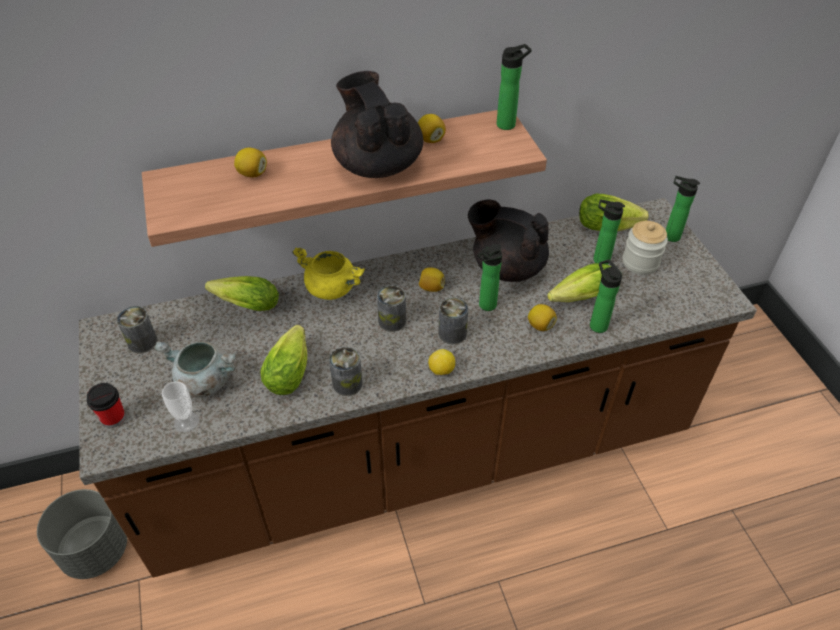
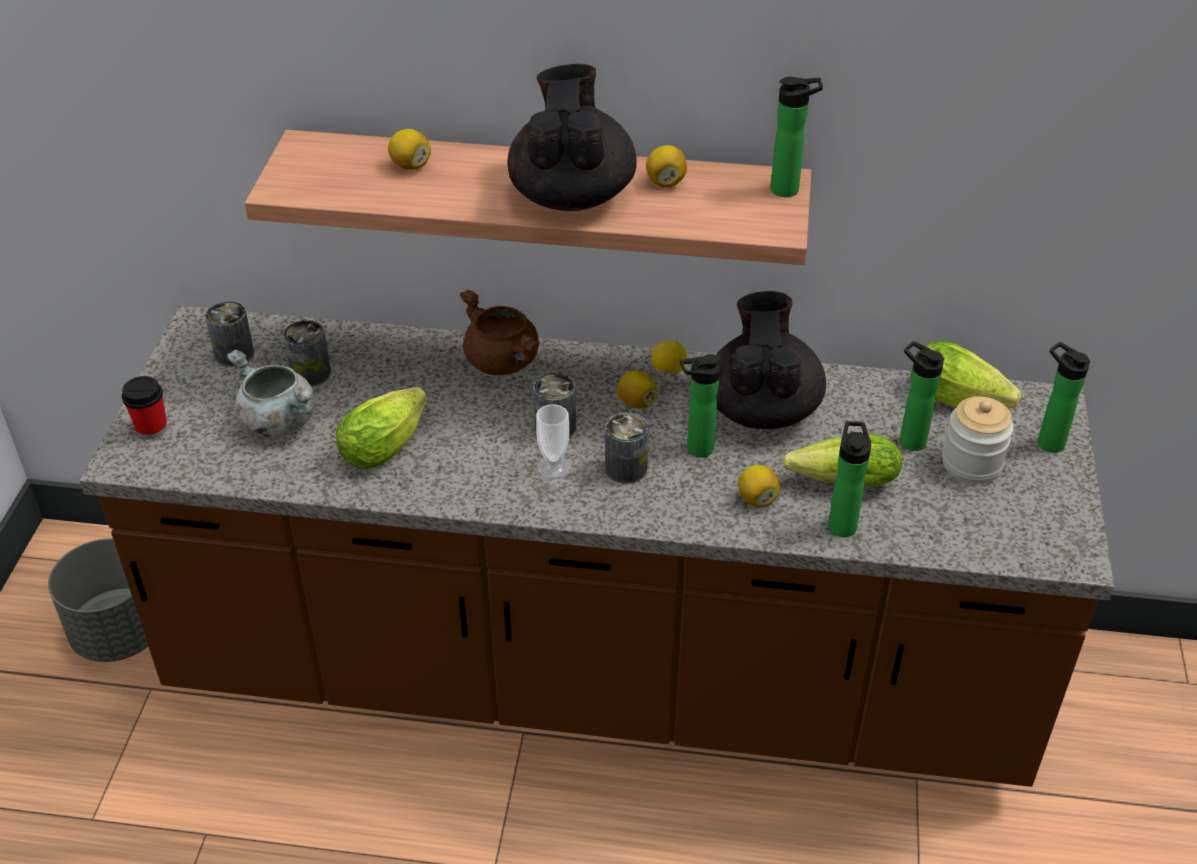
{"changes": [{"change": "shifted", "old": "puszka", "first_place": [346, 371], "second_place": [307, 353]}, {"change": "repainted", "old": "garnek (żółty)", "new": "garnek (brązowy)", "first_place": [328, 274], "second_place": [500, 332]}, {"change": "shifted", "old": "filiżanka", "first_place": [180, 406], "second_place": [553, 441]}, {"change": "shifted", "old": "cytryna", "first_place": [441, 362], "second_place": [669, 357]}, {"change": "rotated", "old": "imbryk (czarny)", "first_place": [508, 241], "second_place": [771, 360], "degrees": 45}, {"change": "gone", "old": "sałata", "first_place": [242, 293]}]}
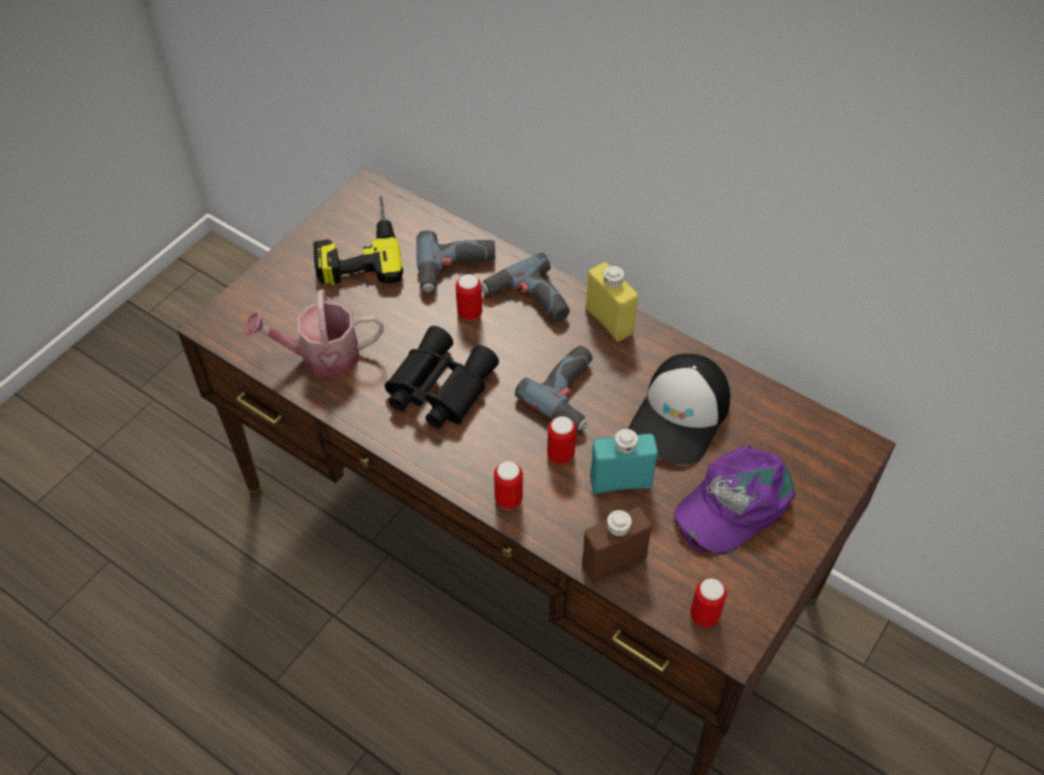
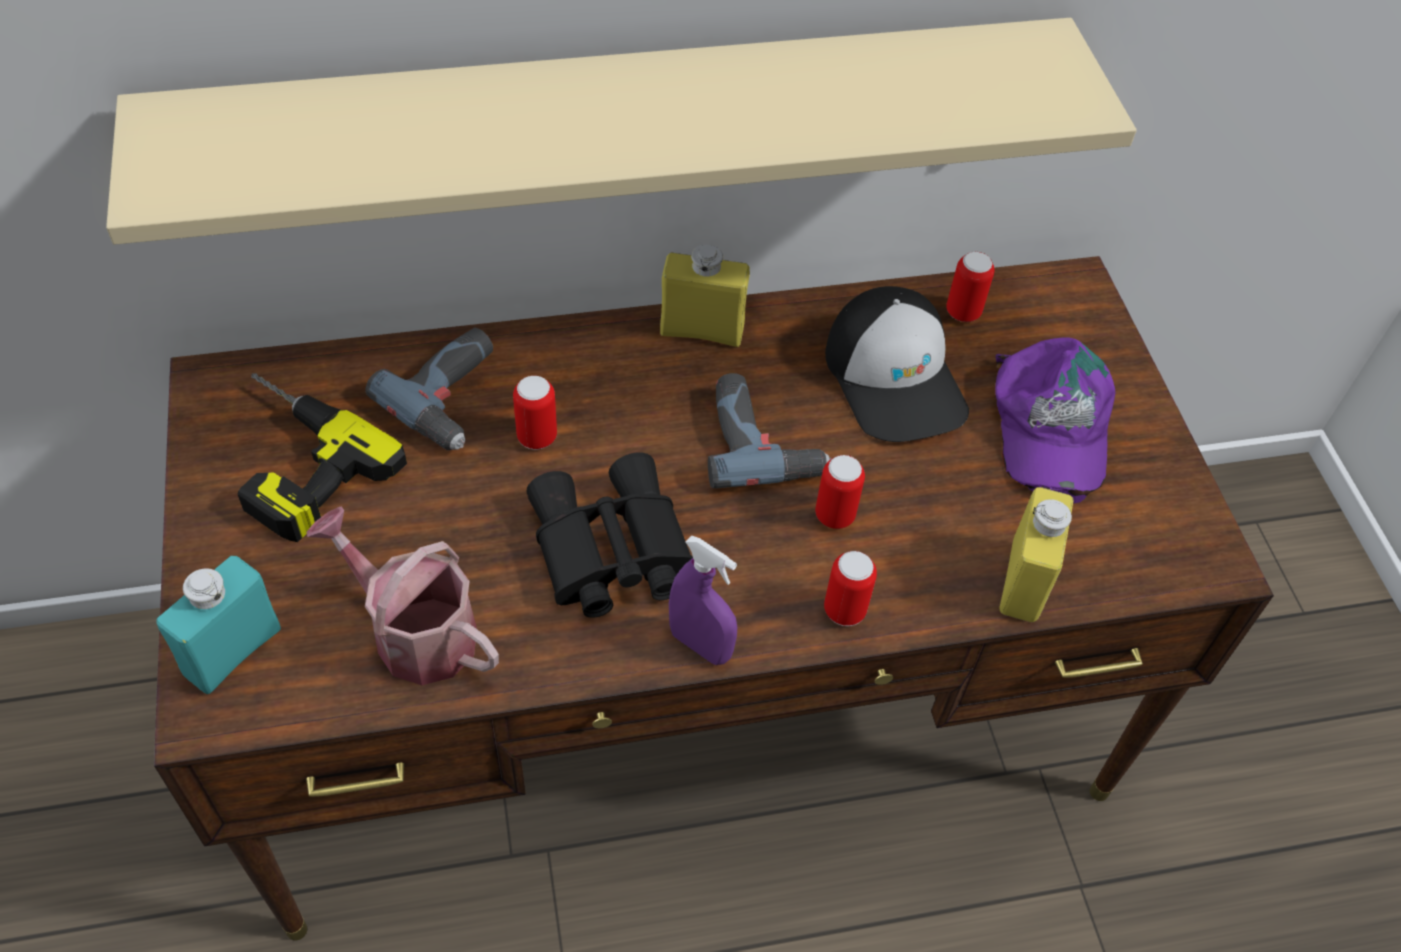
{"changes": [{"change": "new", "new": "półka (beżowy)", "second_place": [621, 131]}, {"change": "shifted", "old": "butelka (turkusowy)", "first_place": [624, 461], "second_place": [218, 625]}, {"change": "rotated", "old": "konewka", "first_place": [314, 333], "second_place": [403, 595], "degrees": 90}, {"change": "new", "new": "spryskiwacz (fioletowy)", "second_place": [703, 600]}, {"change": "shifted", "old": "puszka", "first_place": [708, 602], "second_place": [970, 287]}, {"change": "repainted", "old": "butelka (brązowy)", "new": "butelka (żółty)", "first_place": [617, 545], "second_place": [1036, 554]}, {"change": "gone", "old": "wiertarka", "first_place": [525, 287]}]}
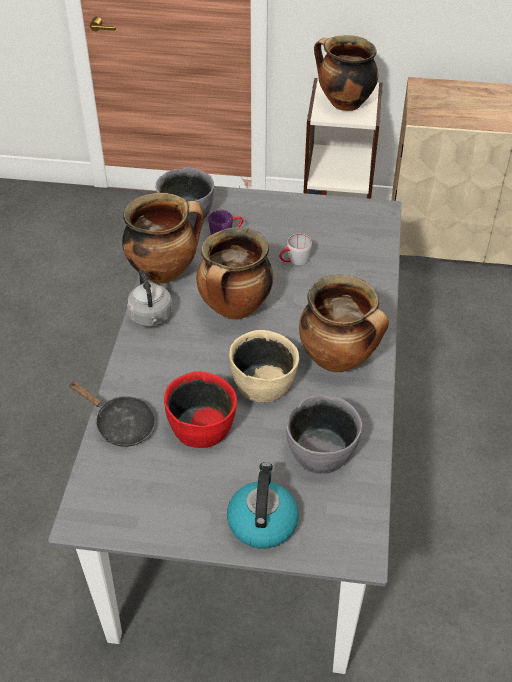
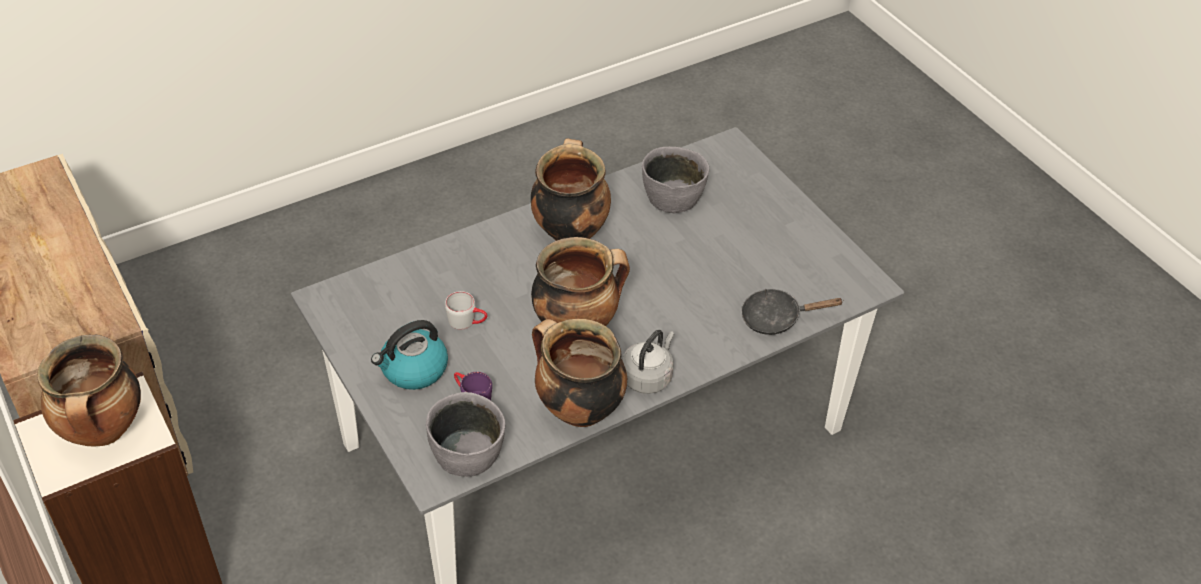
{"changes": [{"change": "shifted", "old": "czajnik", "first_place": [263, 505], "second_place": [409, 355]}, {"change": "rotated", "old": "patelnia (czarny)", "first_place": [112, 414], "second_place": [792, 312], "degrees": -90}, {"change": "gone", "old": "miska (czerwony)", "first_place": [200, 409]}, {"change": "gone", "old": "miska (beżowy)", "first_place": [264, 366]}]}
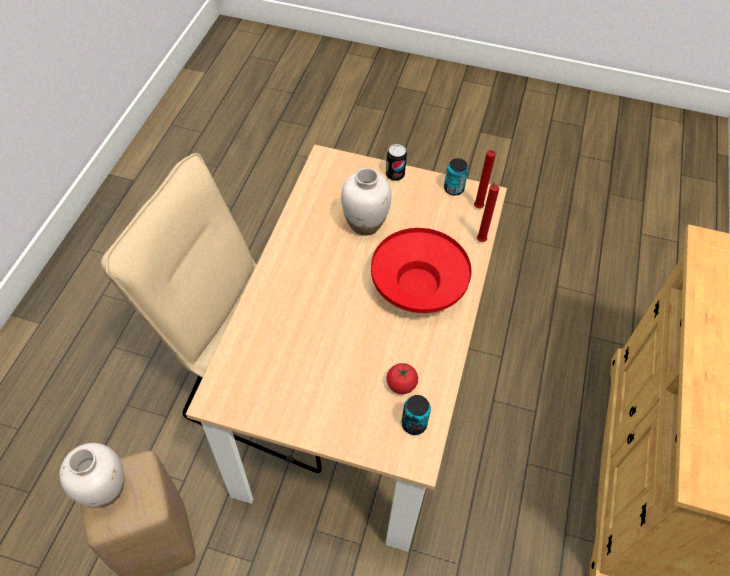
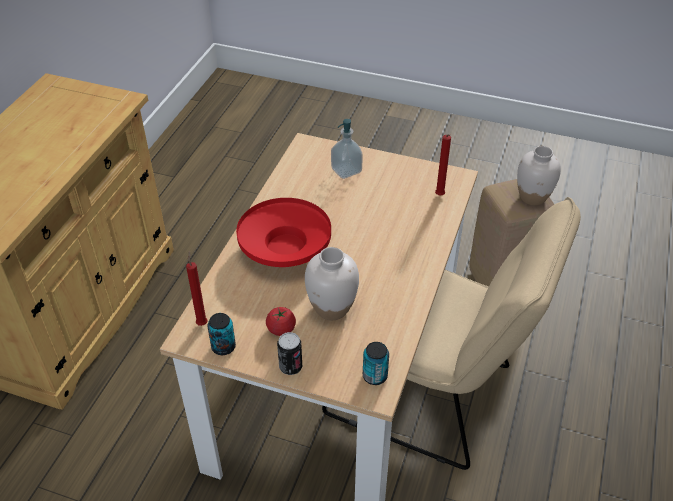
{"changes": [{"change": "shifted", "old": "pomidor", "first_place": [402, 378], "second_place": [281, 321]}, {"change": "new", "new": "dozownik mydła", "second_place": [347, 149]}, {"change": "shifted", "old": "puszka", "first_place": [416, 415], "second_place": [376, 363]}, {"change": "shifted", "old": "świeca (czerwony)", "first_place": [488, 208], "second_place": [443, 165]}]}
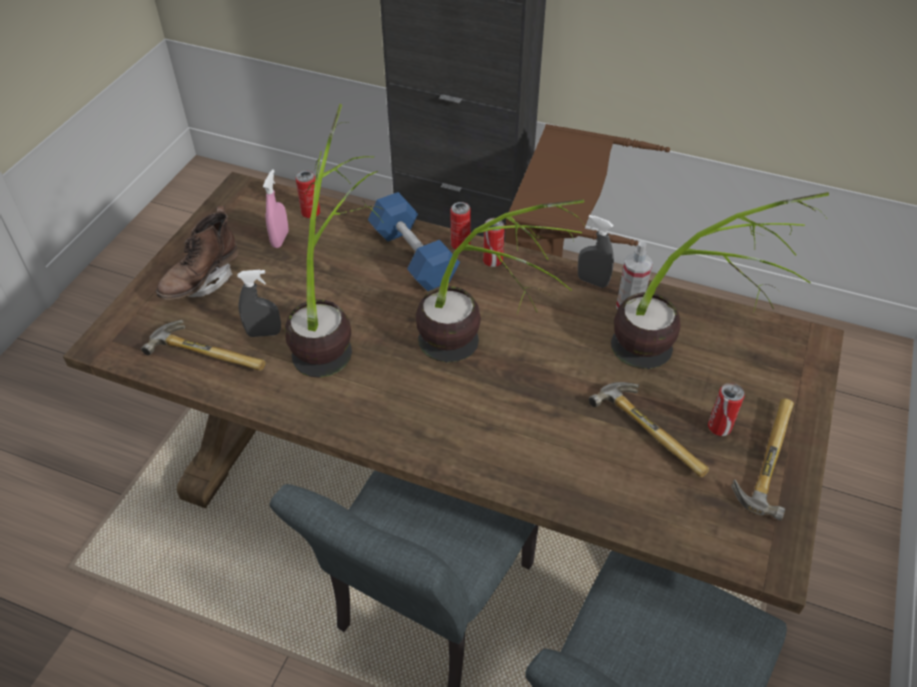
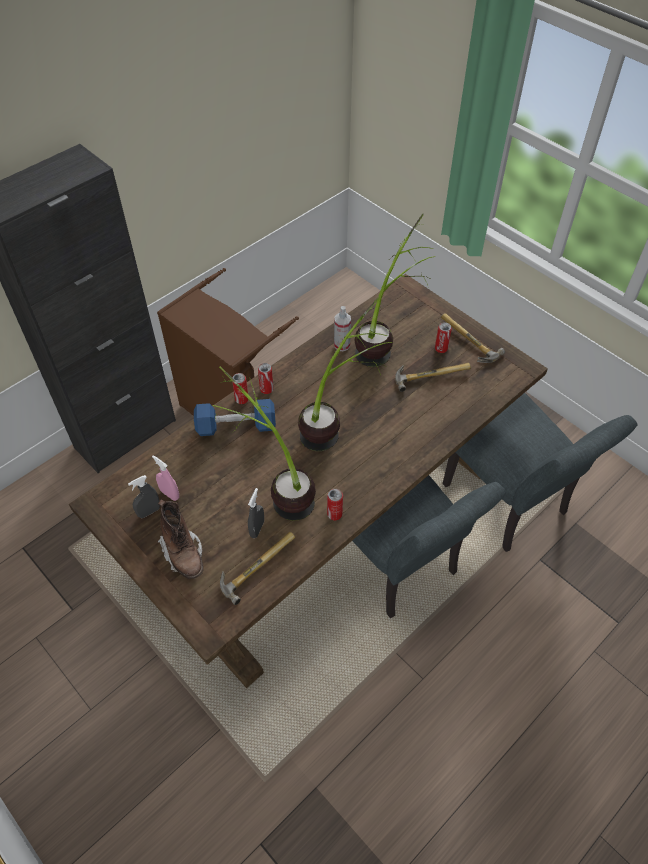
{"changes": [{"change": "shifted", "old": "spryskiwacz (szary)", "first_place": [596, 251], "second_place": [144, 496]}, {"change": "shifted", "old": "puszka", "first_place": [308, 194], "second_place": [335, 504]}]}
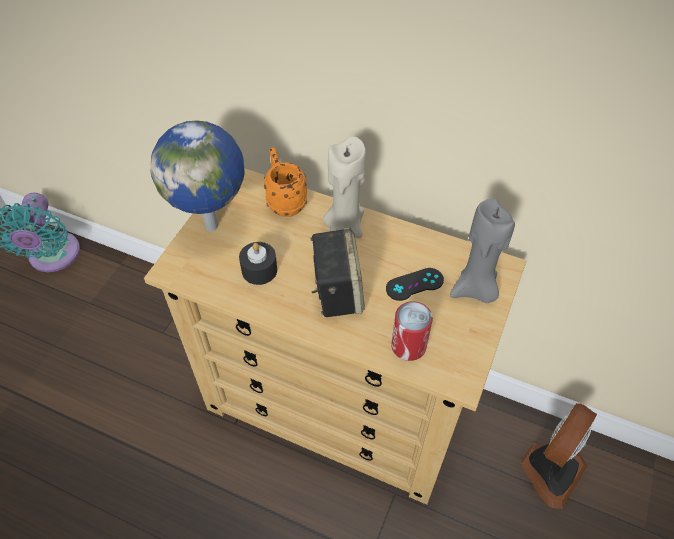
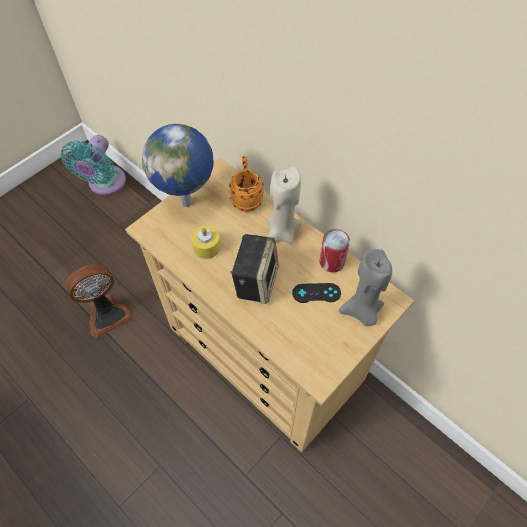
{"changes": [{"change": "shifted", "old": "wentylator", "first_place": [559, 456], "second_place": [100, 300]}, {"change": "repainted", "old": "świeca (czarny)", "new": "świeca (żółty)", "first_place": [258, 263], "second_place": [206, 242]}, {"change": "shifted", "old": "puszka", "first_place": [412, 331], "second_place": [334, 250]}]}
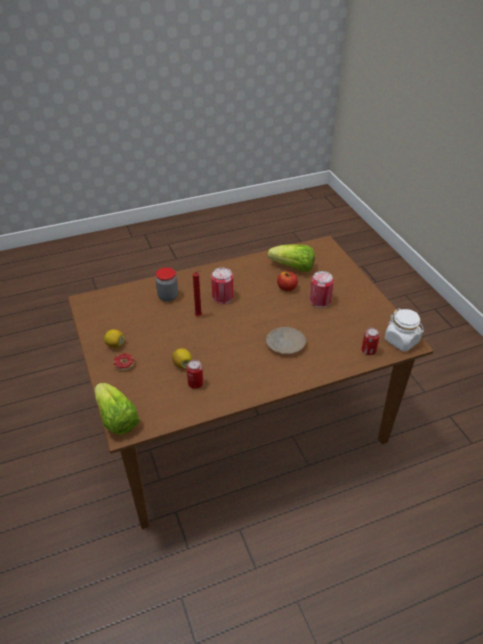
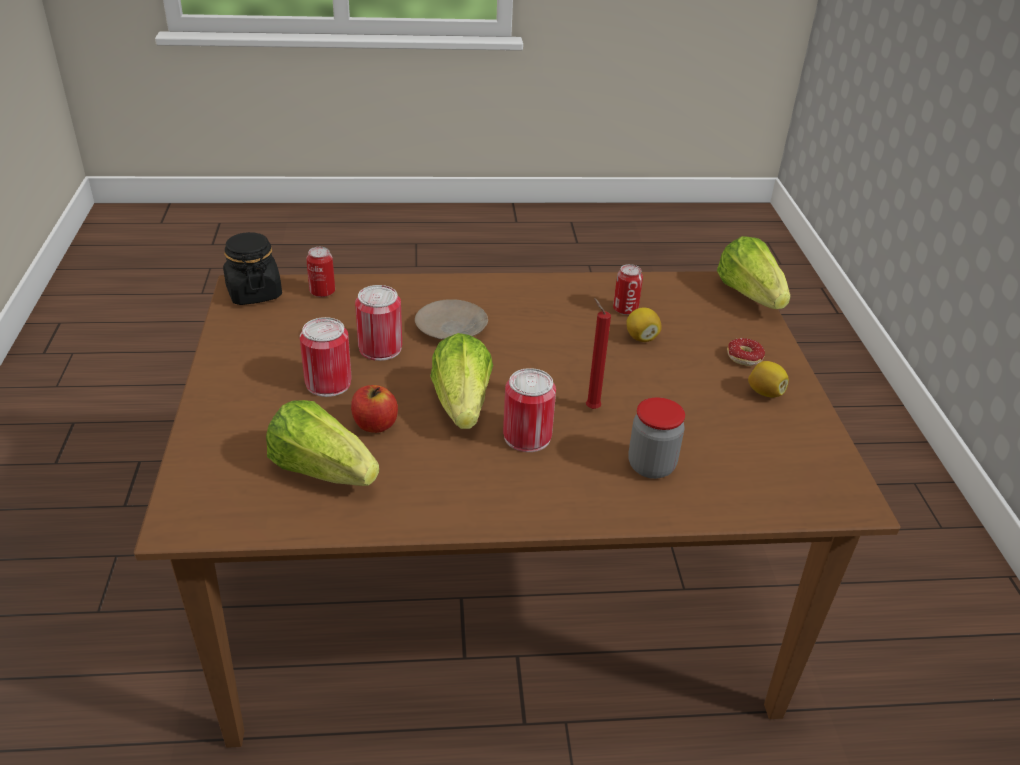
{"changes": [{"change": "repainted", "old": "słoik (biały)", "new": "słoik (czarny)", "first_place": [404, 329], "second_place": [252, 268]}, {"change": "new", "new": "puszka", "second_place": [378, 323]}, {"change": "new", "new": "sałata", "second_place": [461, 381]}]}
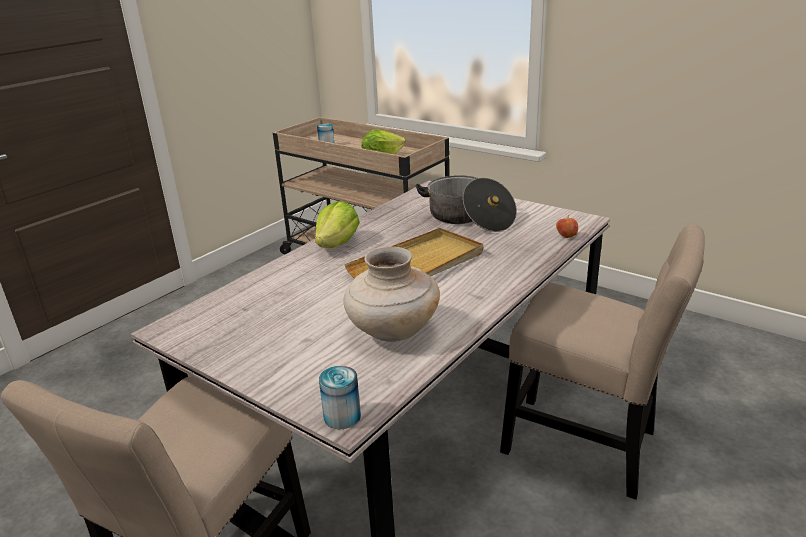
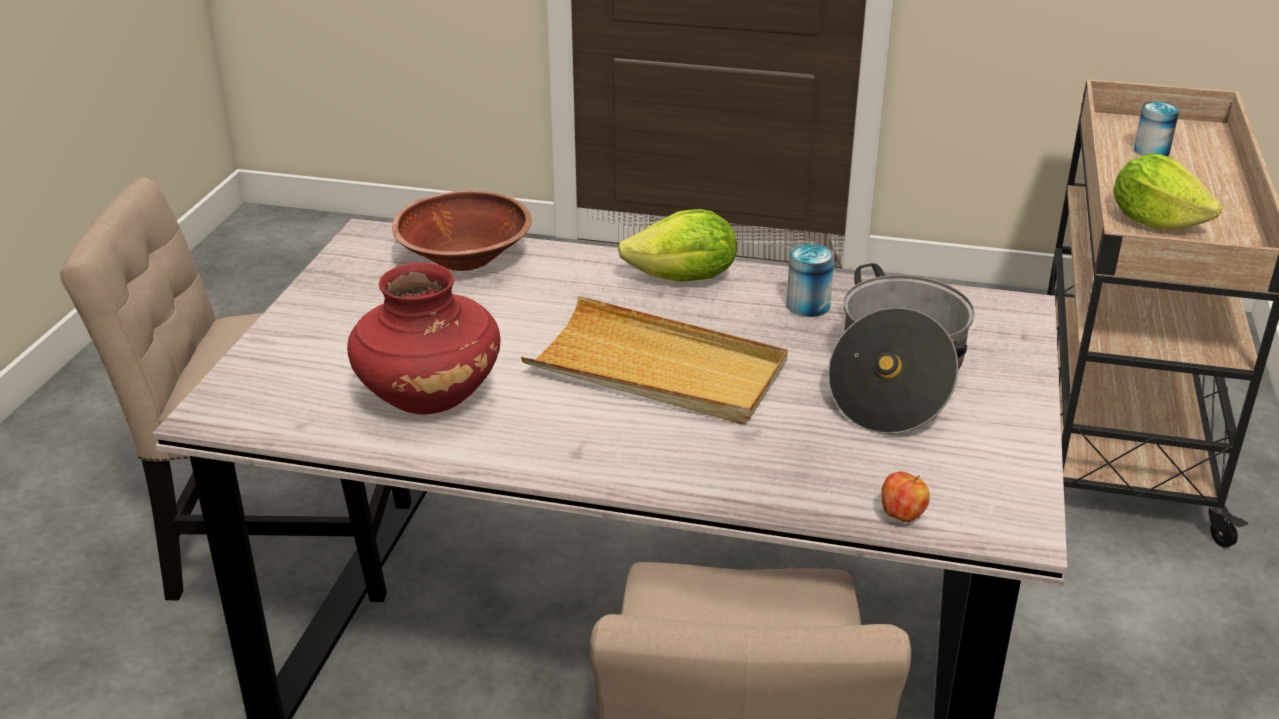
{"changes": [{"change": "repainted", "old": "wazon (beżowy)", "new": "wazon (czerwony)", "first_place": [392, 294], "second_place": [423, 338]}, {"change": "new", "new": "miska (brązowy)", "second_place": [461, 231]}, {"change": "shifted", "old": "puszka", "first_place": [340, 397], "second_place": [810, 280]}]}
